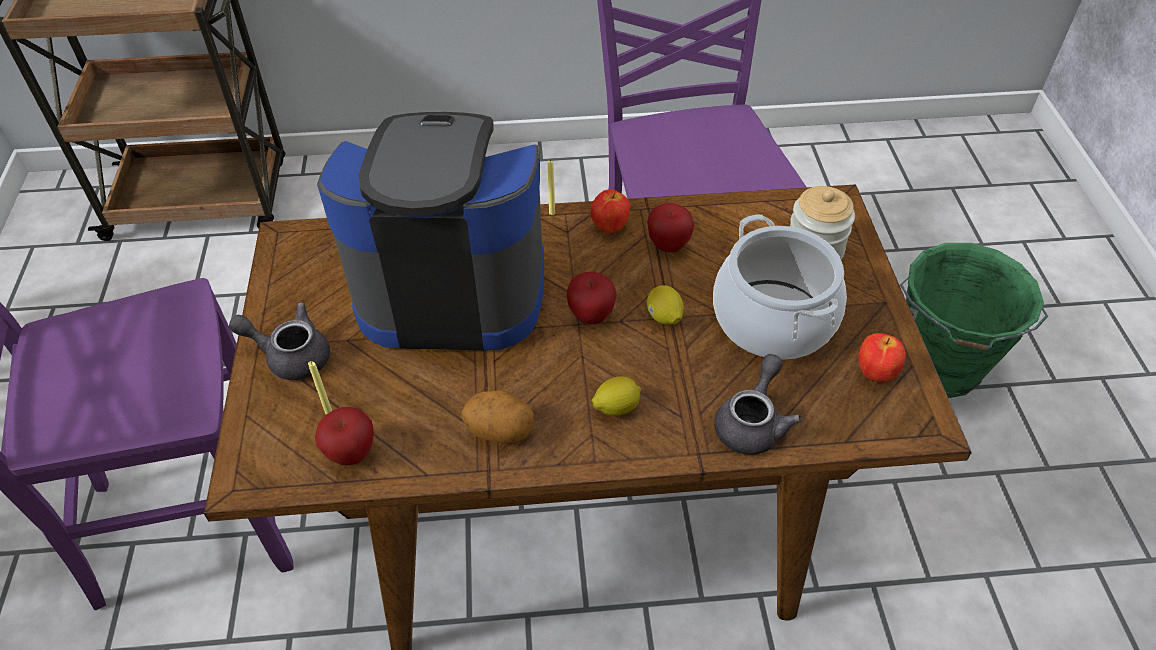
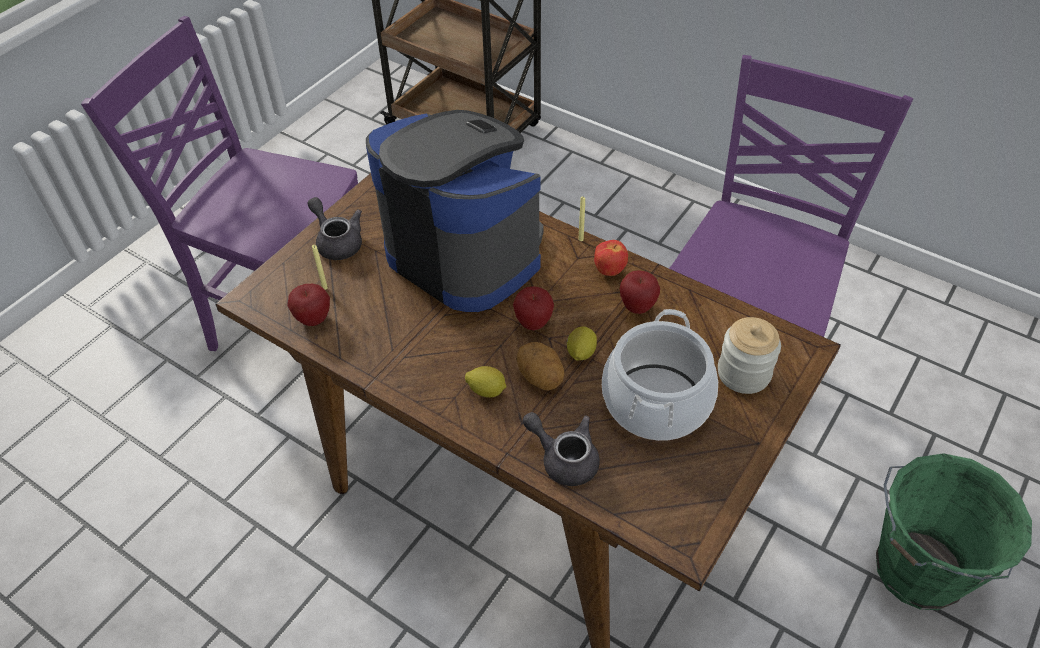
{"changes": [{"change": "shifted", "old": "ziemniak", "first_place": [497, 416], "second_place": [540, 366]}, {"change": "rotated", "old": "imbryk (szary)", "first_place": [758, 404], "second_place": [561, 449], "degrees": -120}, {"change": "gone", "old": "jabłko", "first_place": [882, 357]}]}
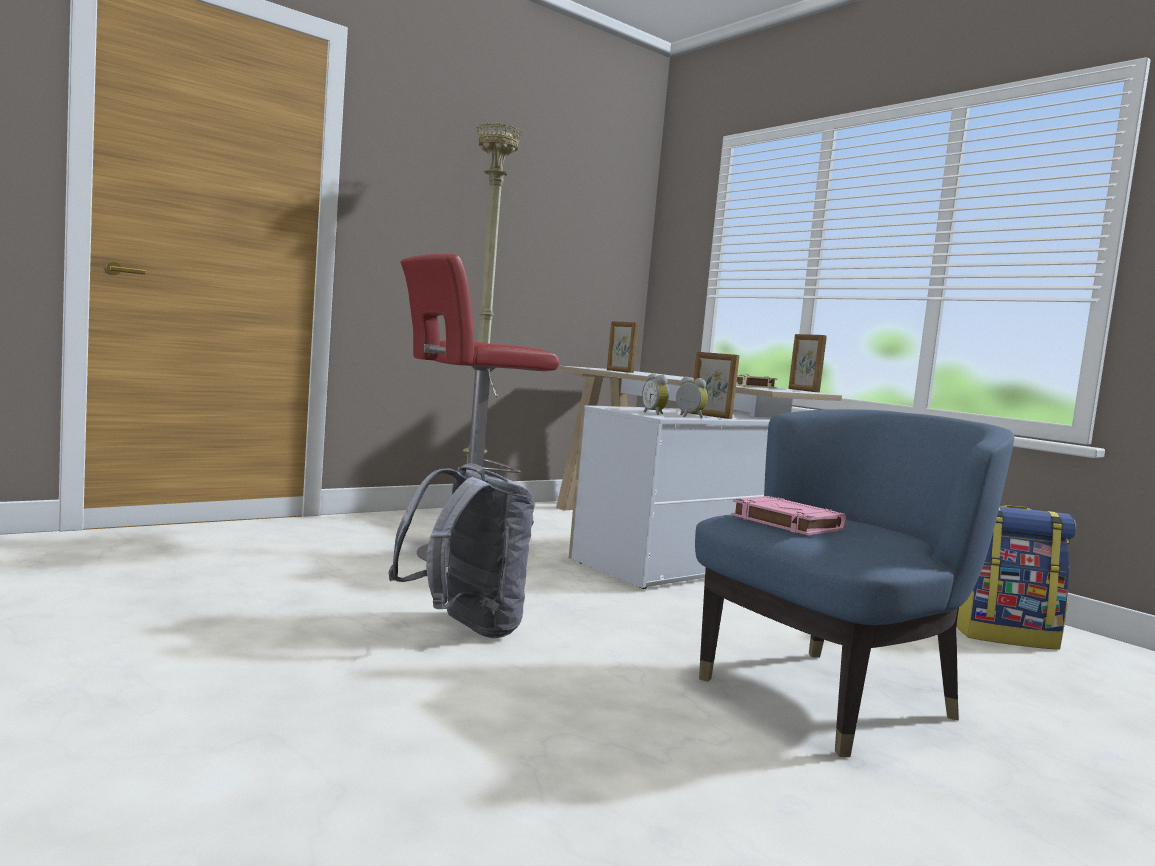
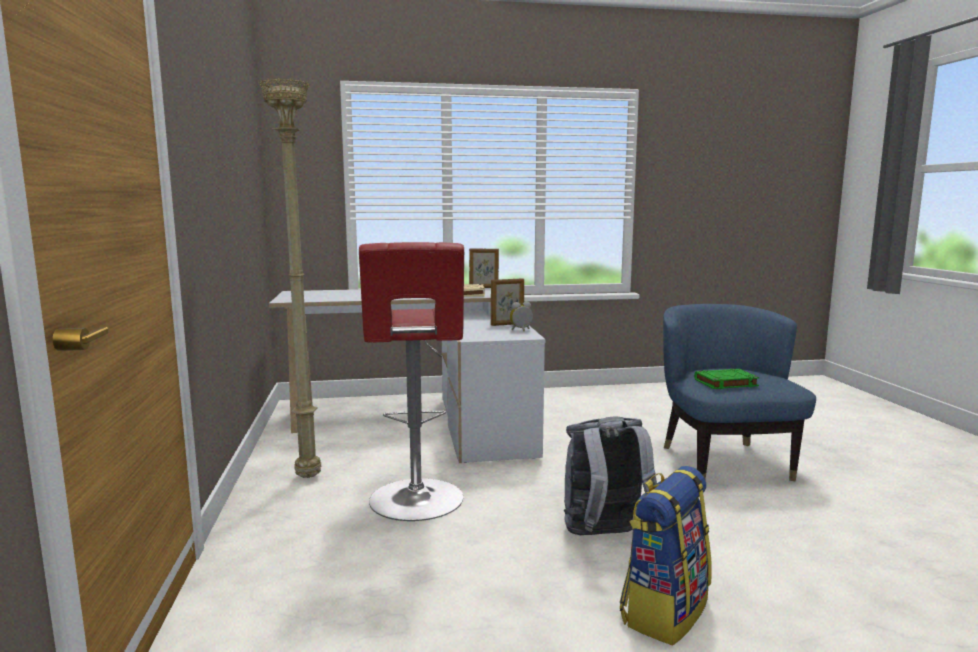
{"changes": [{"change": "shifted", "old": "plecak", "first_place": [1016, 577], "second_place": [666, 556]}, {"change": "repainted", "old": "książka (różowy)", "new": "książka (zielony)", "first_place": [788, 515], "second_place": [727, 379]}, {"change": "gone", "old": "ramka na zdjęcie", "first_place": [623, 347]}, {"change": "gone", "old": "budzik", "first_place": [655, 394]}]}
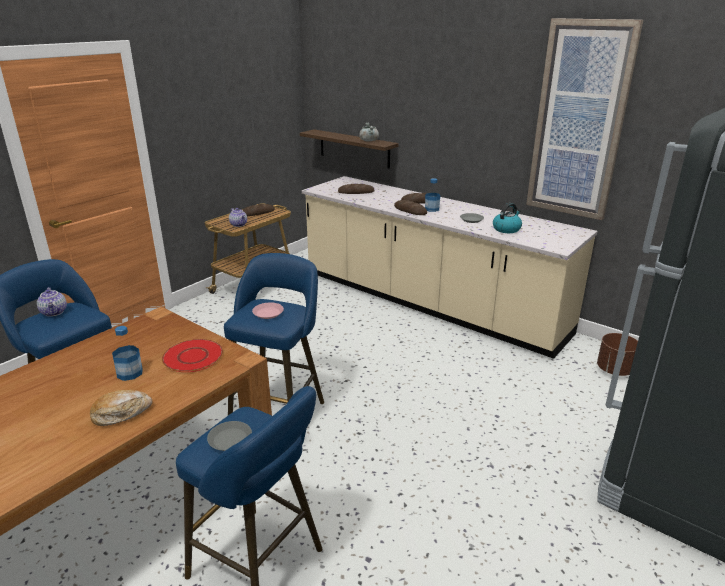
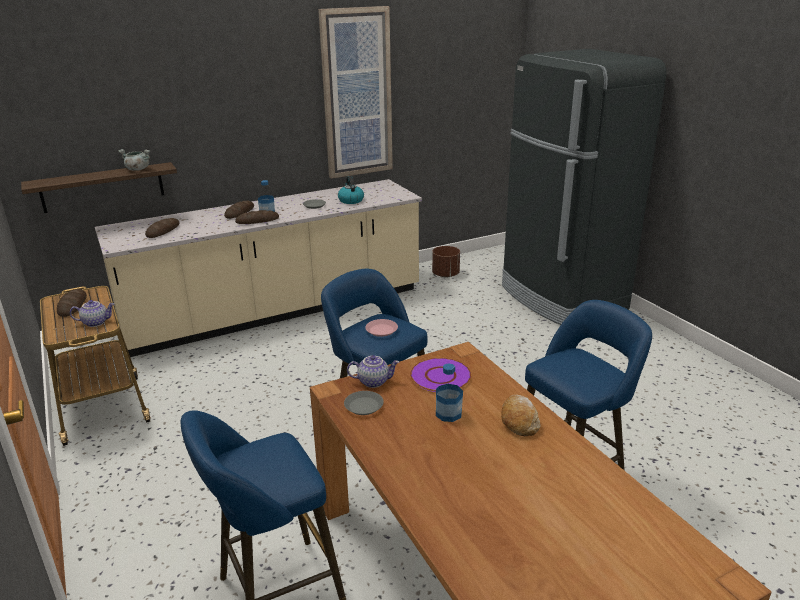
{"changes": [{"change": "shifted", "old": "talerz (szary)", "first_place": [229, 436], "second_place": [364, 403]}, {"change": "shifted", "old": "imbryk", "first_place": [52, 302], "second_place": [373, 371]}, {"change": "repainted", "old": "talerz (czerwony)", "new": "talerz (fioletowy)", "first_place": [192, 355], "second_place": [441, 375]}]}
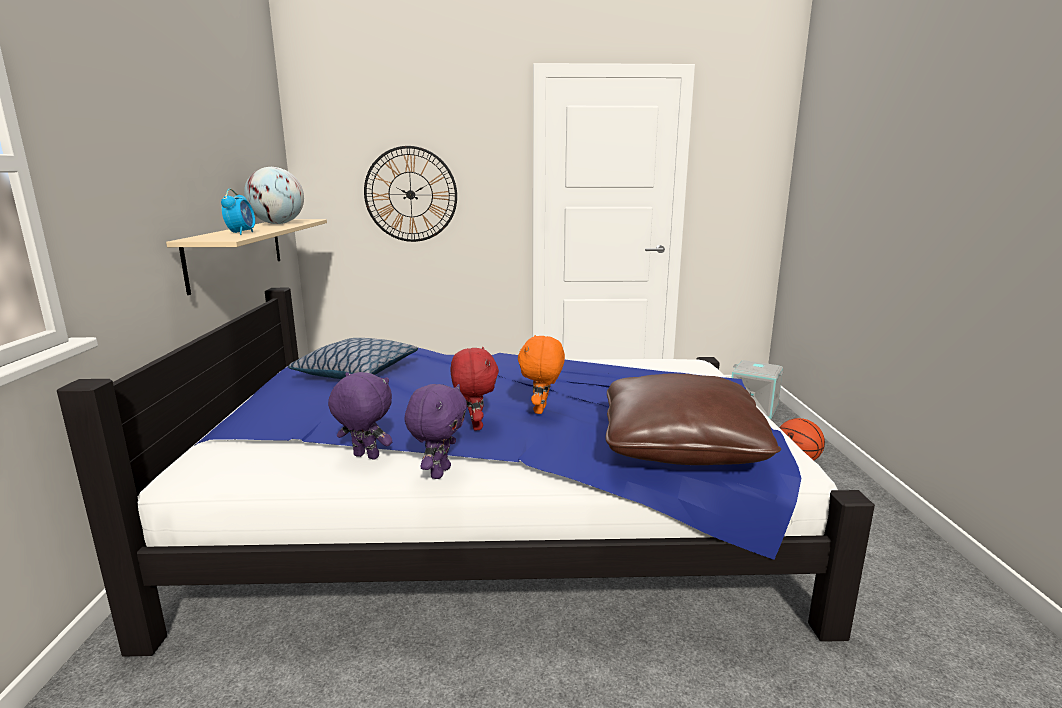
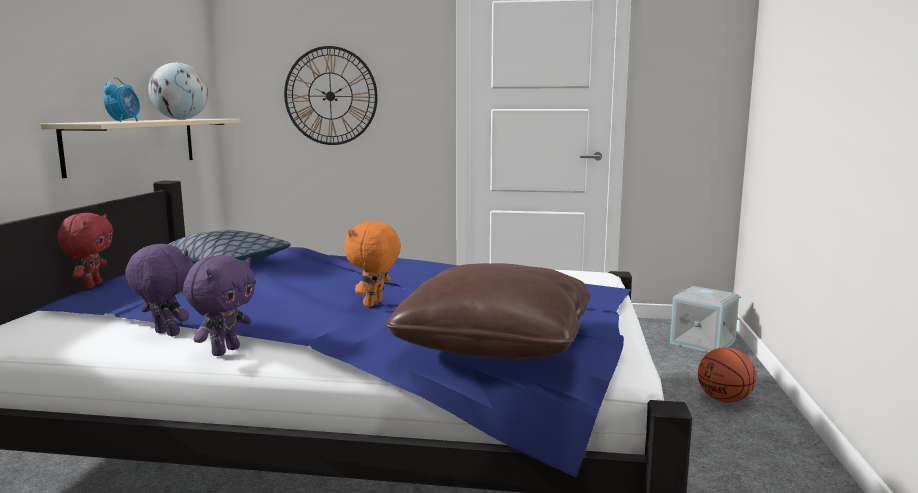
{"changes": [{"change": "shifted", "old": "pluszak (czerwony)", "first_place": [474, 389], "second_place": [85, 251]}]}
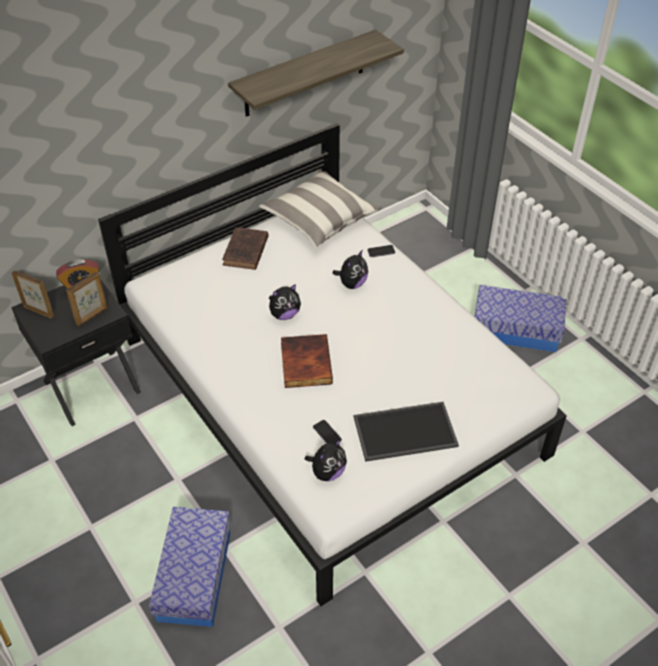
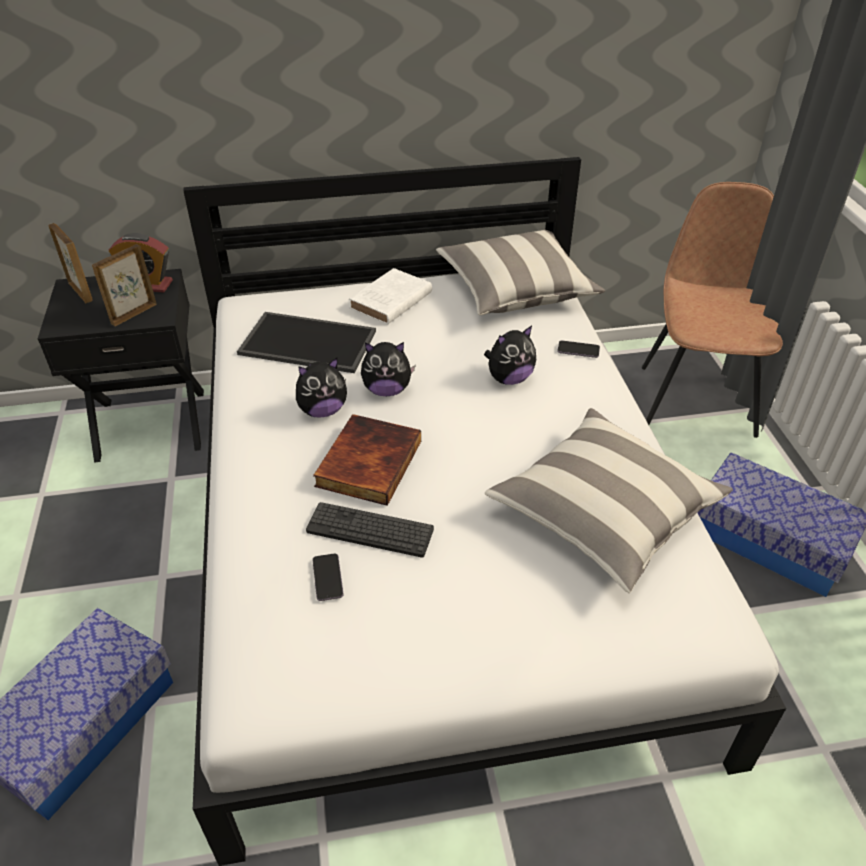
{"changes": [{"change": "rotated", "old": "ramka na zdjęcie", "first_place": [87, 298], "second_place": [124, 285], "degrees": 150}, {"change": "shifted", "old": "taca", "first_place": [406, 432], "second_place": [306, 342]}, {"change": "shifted", "old": "pluszak", "first_place": [326, 460], "second_place": [321, 388]}, {"change": "new", "new": "klawiatura", "second_place": [370, 530]}, {"change": "repainted", "old": "książka (brązowy)", "new": "książka (biały)", "first_place": [245, 248], "second_place": [390, 296]}, {"change": "new", "new": "poduszka", "second_place": [609, 500]}, {"change": "new", "new": "krzesło (brązowy)", "second_place": [712, 310]}, {"change": "gone", "old": "półka", "first_place": [316, 73]}]}
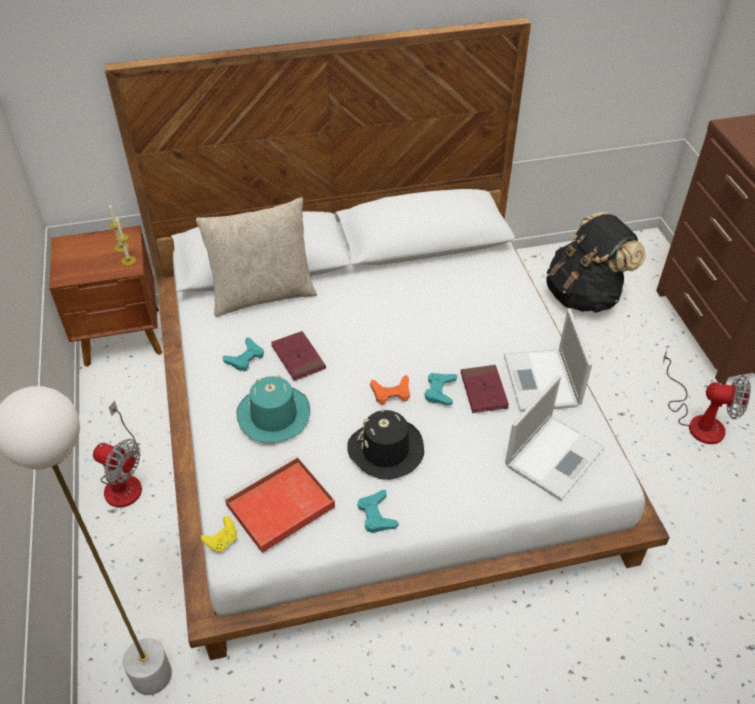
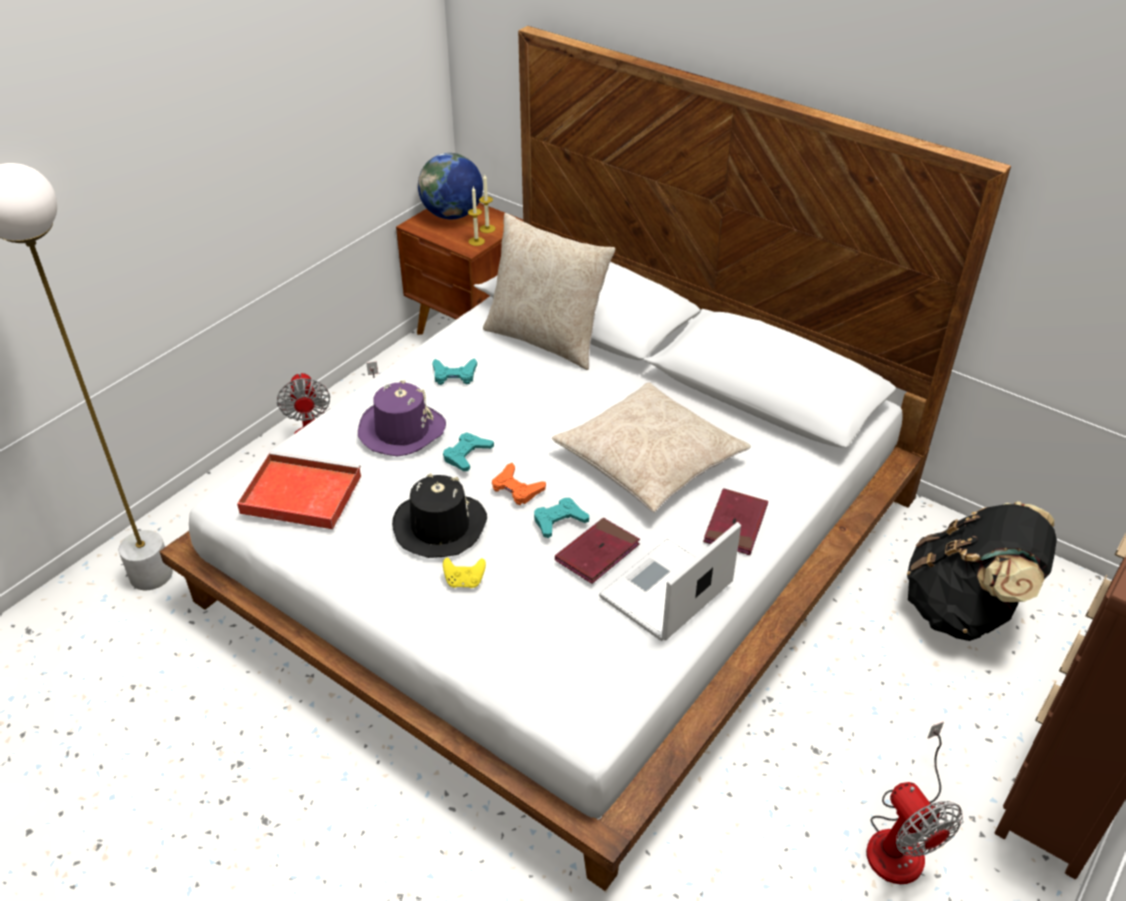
{"changes": [{"change": "repainted", "old": "kapelusz (turkusowy)", "new": "kapelusz (fioletowy)", "first_place": [273, 409], "second_place": [402, 418]}, {"change": "new", "new": "globus", "second_place": [450, 186]}, {"change": "shifted", "old": "pad do gier (turkusowy)", "first_place": [378, 511], "second_place": [468, 451]}, {"change": "shifted", "old": "pad do gier (żółty)", "first_place": [219, 534], "second_place": [464, 572]}, {"change": "new", "new": "poduszka (beżowy)", "second_place": [651, 447]}, {"change": "shifted", "old": "książka (czerwony)", "first_place": [298, 356], "second_place": [735, 521]}, {"change": "gone", "old": "laptop", "first_place": [555, 438]}]}
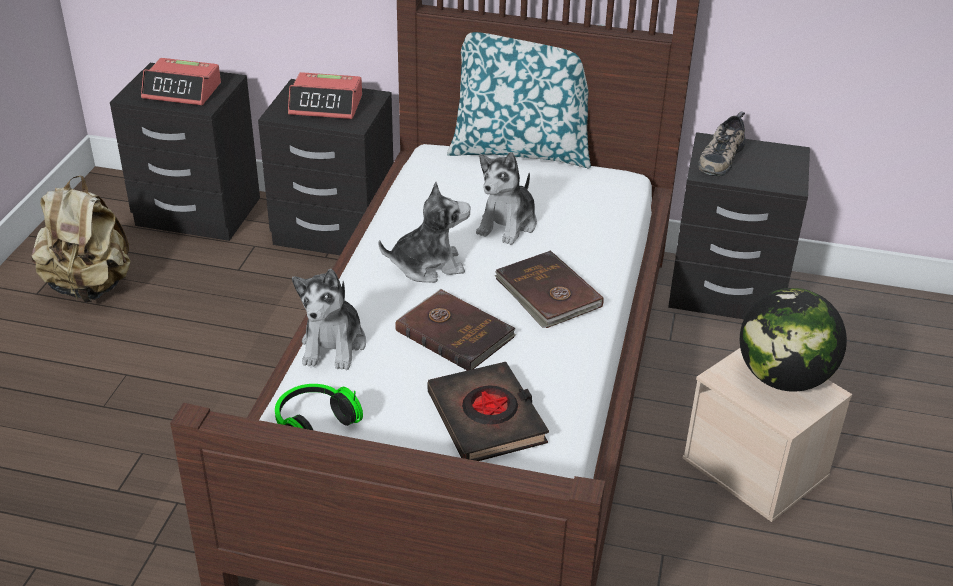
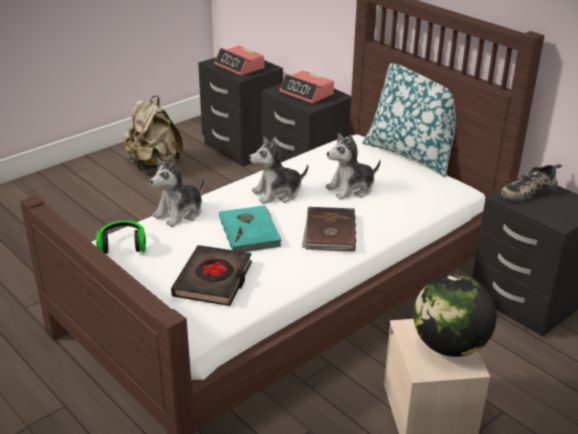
{"changes": [{"change": "repainted", "old": "książka (brązowy)", "new": "książka (turkusowy)", "first_place": [455, 330], "second_place": [250, 228]}, {"change": "rotated", "old": "pluszak", "first_place": [424, 232], "second_place": [279, 170], "degrees": 135}]}
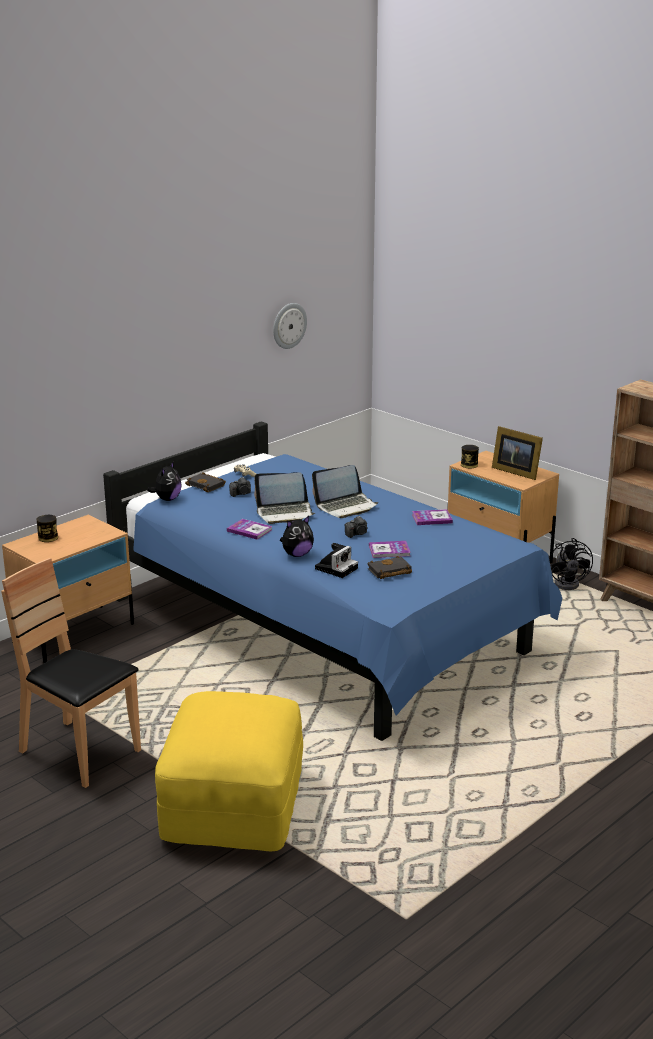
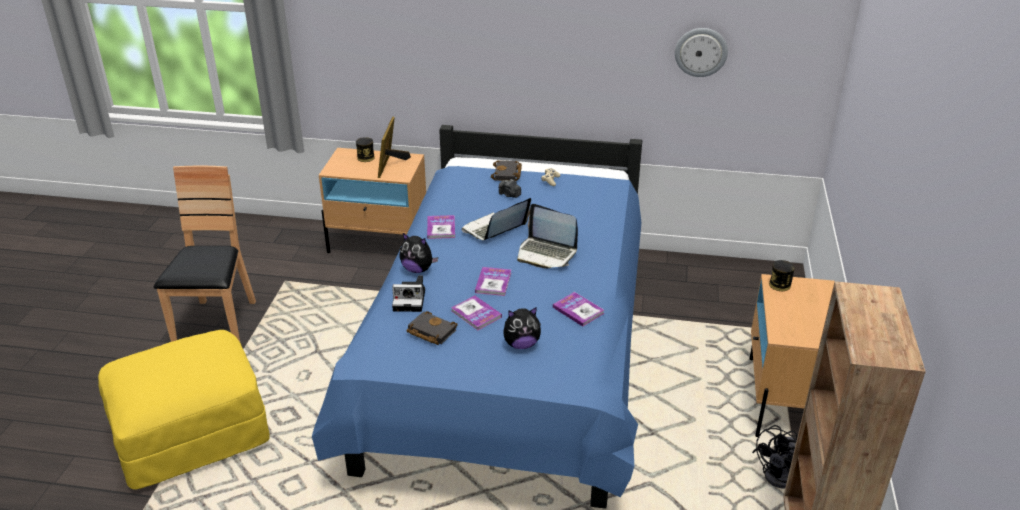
{"changes": [{"change": "shifted", "old": "ramka na zdjęcie", "first_place": [517, 453], "second_place": [394, 147]}, {"change": "rotated", "old": "laptop", "first_place": [284, 498], "second_place": [496, 219], "degrees": 90}, {"change": "swapped", "old": "aparat fotograficzny", "new": "książka", "first_place": [356, 527], "second_place": [493, 281]}, {"change": "shifted", "old": "pluszak", "first_place": [164, 481], "second_place": [522, 328]}]}
